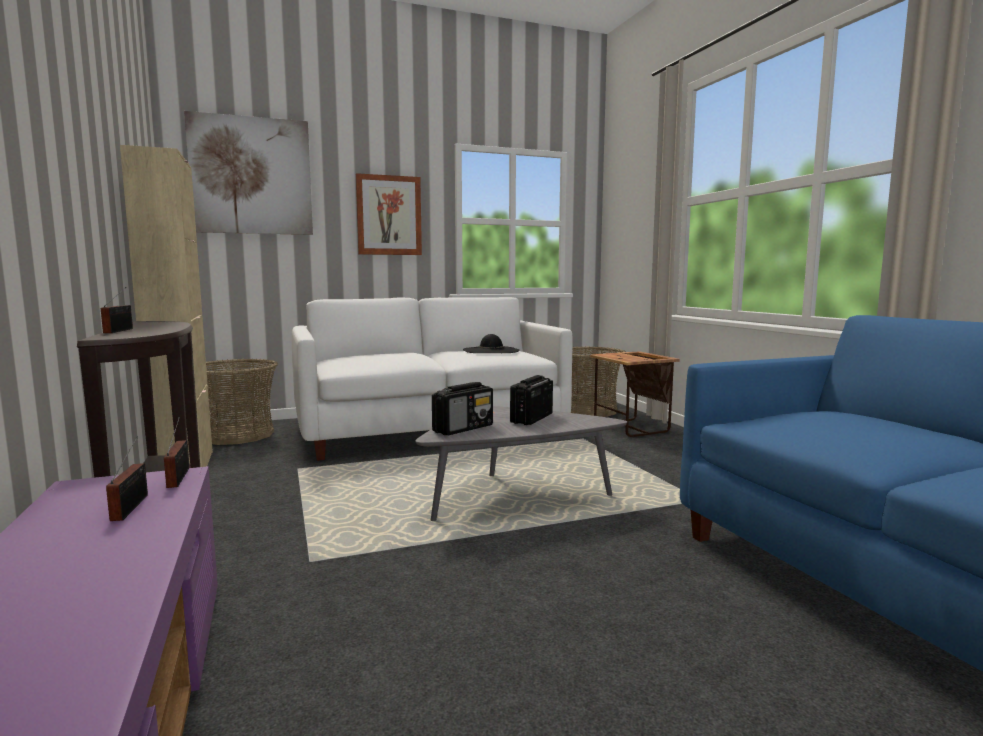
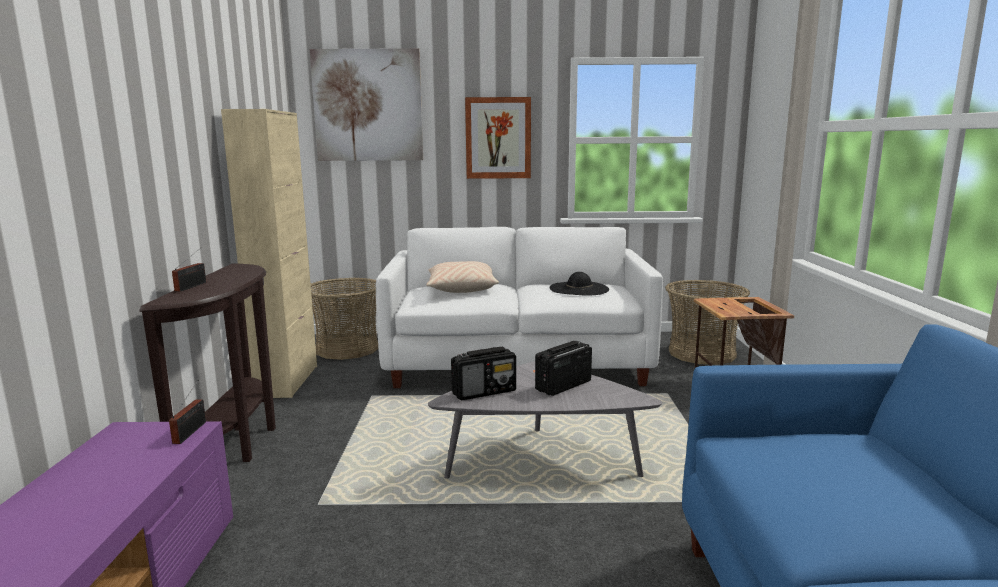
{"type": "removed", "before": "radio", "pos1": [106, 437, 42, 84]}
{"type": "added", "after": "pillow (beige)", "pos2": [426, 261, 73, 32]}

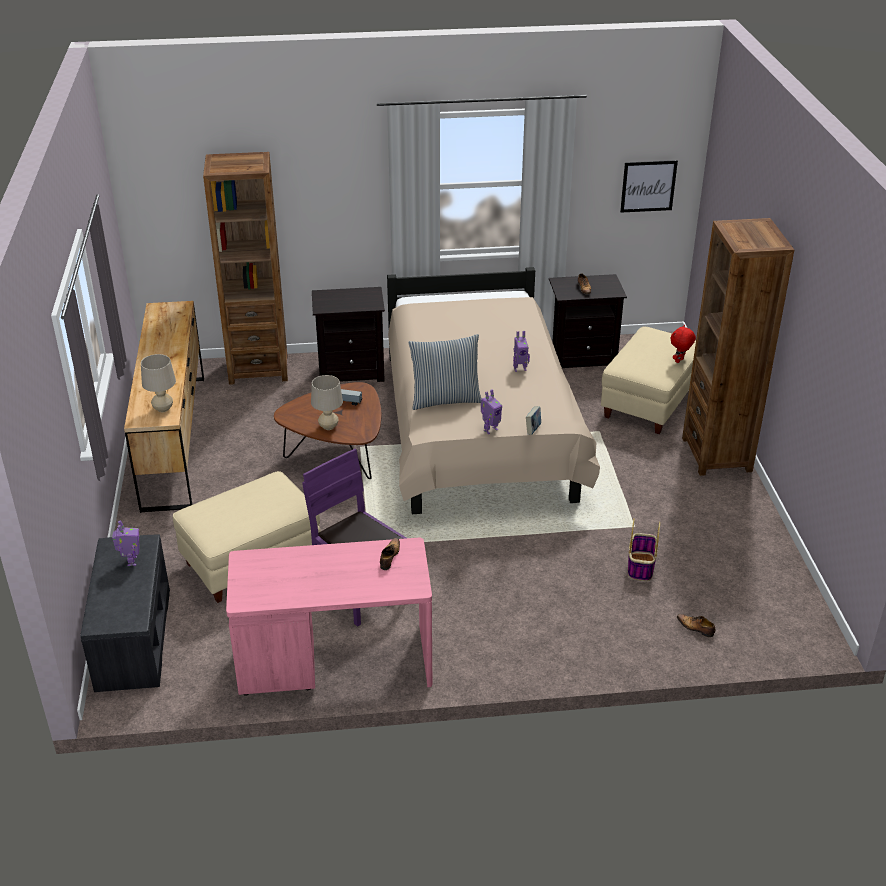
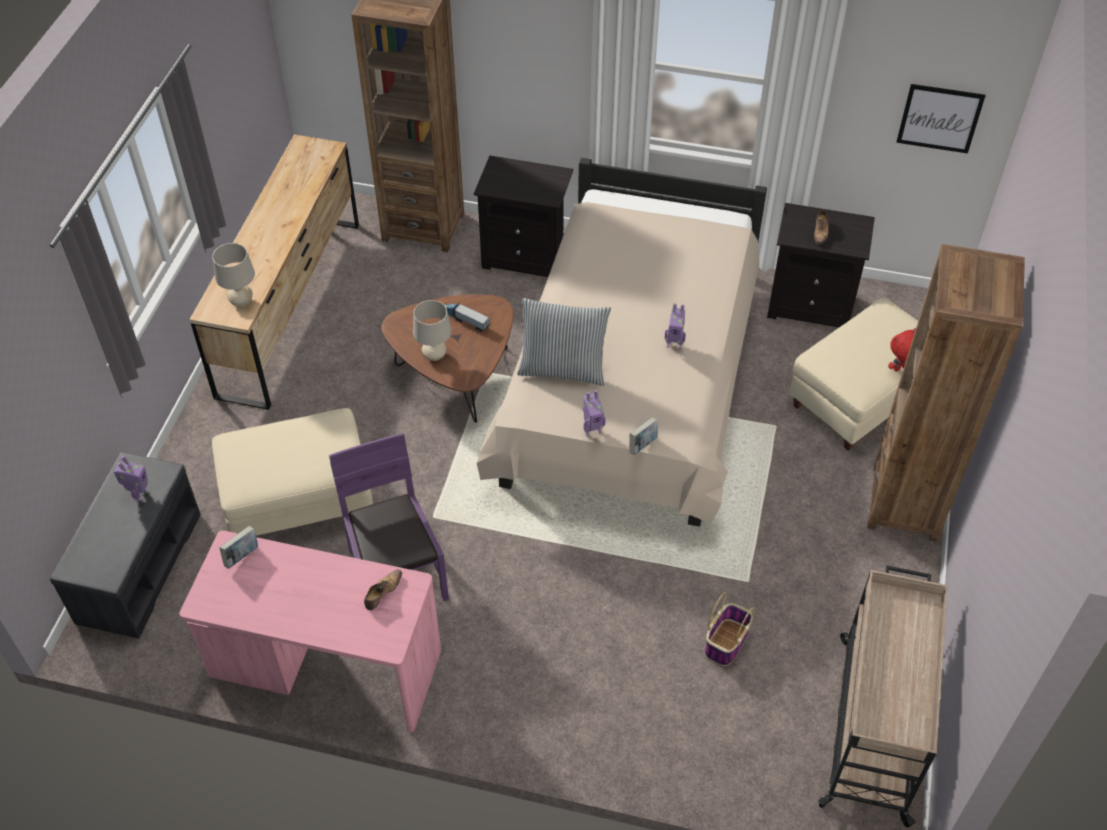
{"type": "removed", "before": "shoe", "pos1": [677, 614, 39, 23]}
{"type": "added", "after": "book", "pos2": [219, 526, 39, 43]}
{"type": "added", "after": "cart (beige)", "pos2": [818, 566, 130, 262]}

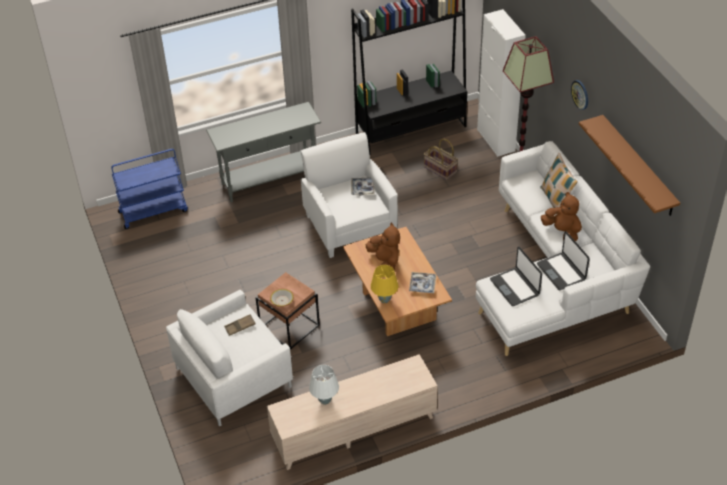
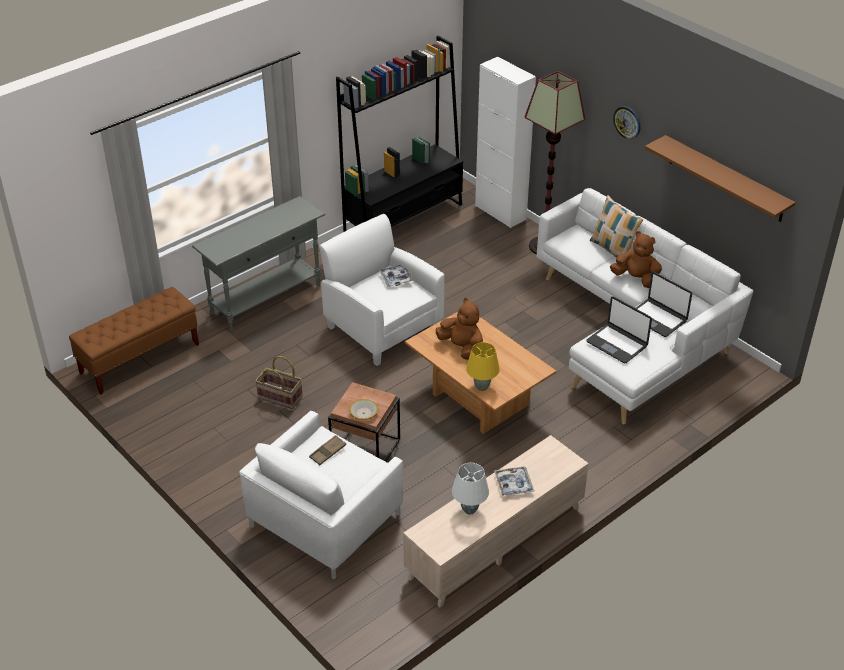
{"type": "replaced", "before": "cart (blue)", "after": "bench (brown)", "pos1": [111, 149, 77, 80], "pos2": [69, 287, 130, 108]}
{"type": "moved", "before": "tray", "pos1": [409, 272, 27, 21], "pos2": [494, 466, 41, 30]}
{"type": "moved", "before": "basket", "pos1": [424, 139, 34, 41], "pos2": [255, 356, 48, 53]}

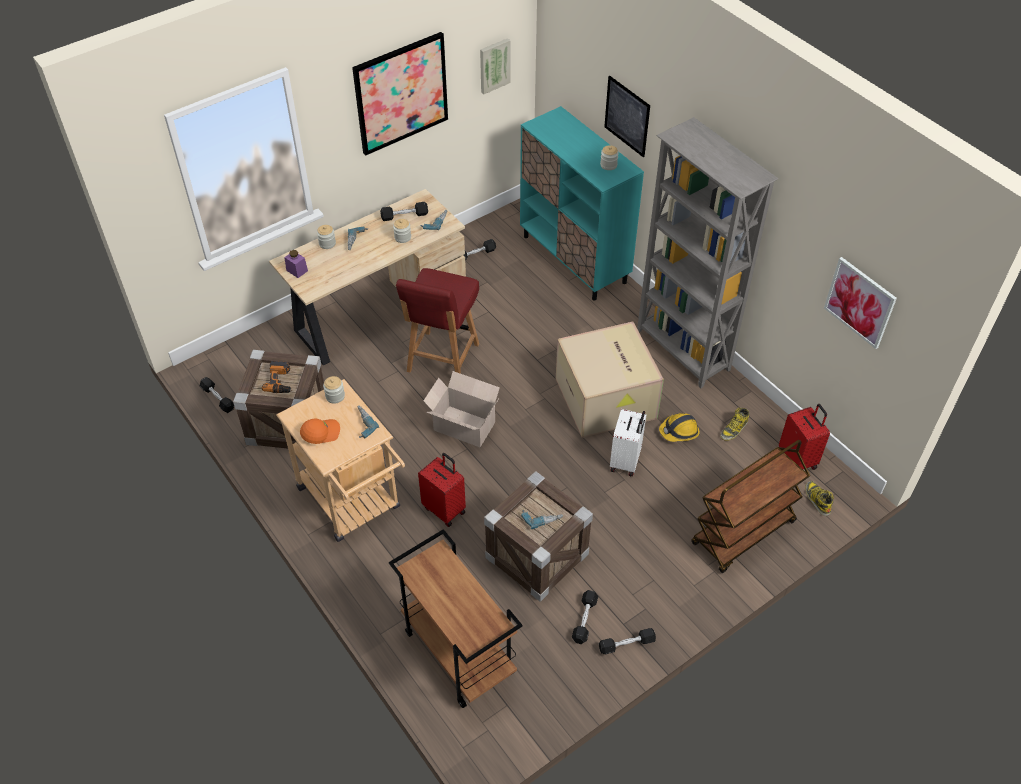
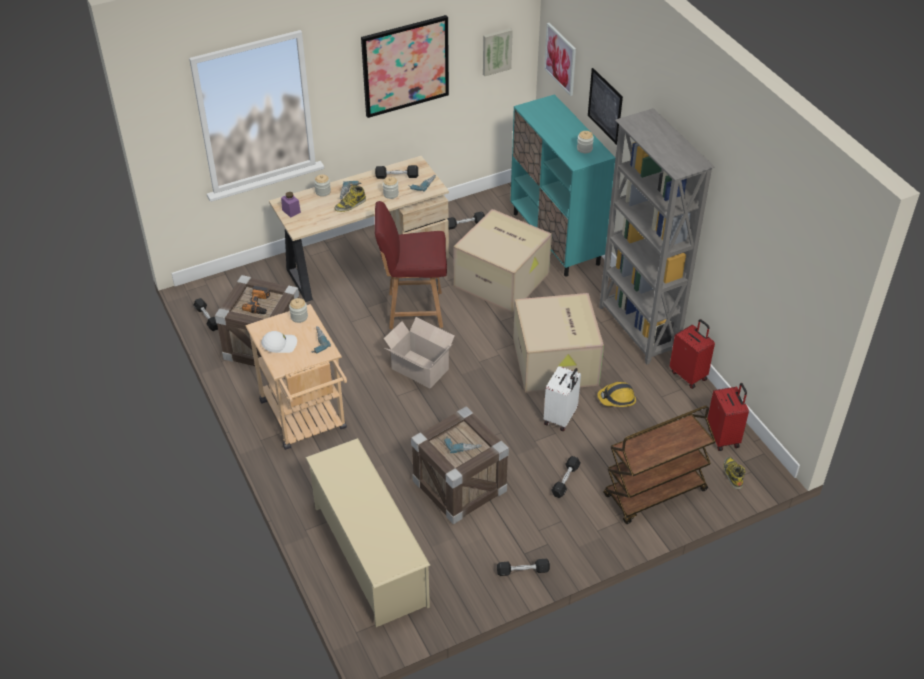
{"type": "recoloured", "before": "cap (orange)", "after": "cap (white)", "pos1": [300, 419, 40, 25], "pos2": [261, 331, 36, 22]}
{"type": "replaced", "before": "cart (brown)", "after": "shoe rack (beige)", "pos1": [389, 529, 133, 179], "pos2": [305, 438, 125, 189]}
{"type": "turned", "before": "chair (red)", "pos1": [396, 268, 83, 106], "pos2": [375, 201, 72, 128], "turn": 60}
{"type": "moved", "before": "suitcase (red)", "pos1": [418, 453, 48, 74], "pos2": [670, 319, 45, 70]}
{"type": "moved", "before": "dumbbell (black)", "pos1": [572, 590, 26, 54], "pos2": [551, 456, 30, 42]}
{"type": "moved", "before": "boot", "pos1": [720, 408, 29, 33], "pos2": [335, 185, 31, 27]}
{"type": "moved", "before": "picture", "pos1": [824, 257, 73, 92], "pos2": [544, 23, 32, 73]}
{"type": "added", "after": "cardboard box", "pos2": [454, 209, 98, 104]}

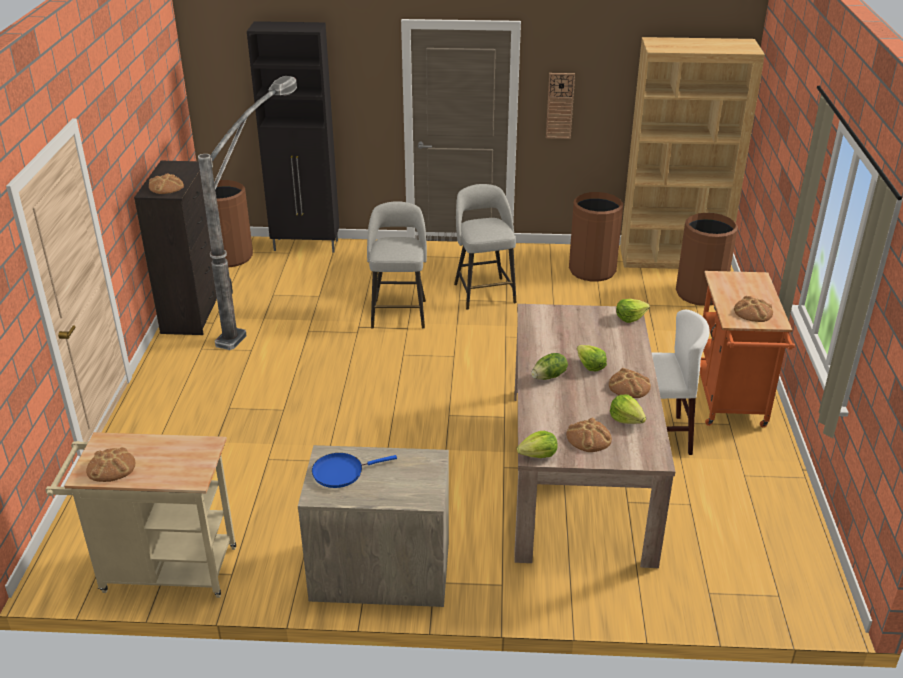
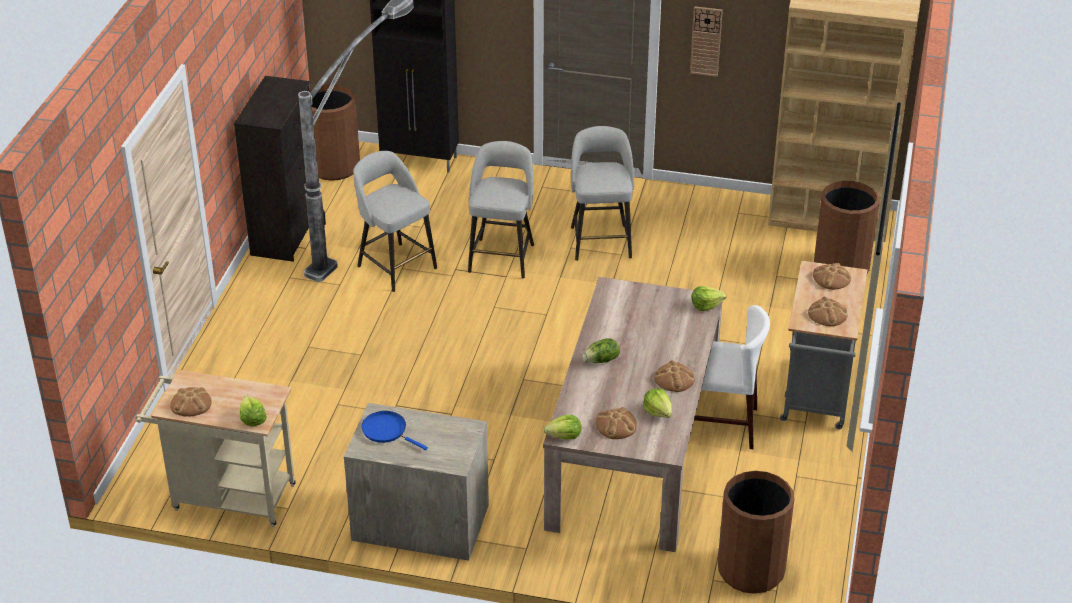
{"type": "moved", "before": "bread", "pos1": [149, 173, 35, 21], "pos2": [813, 263, 38, 27]}
{"type": "turned", "before": "frying pan (blue)", "pos1": [312, 453, 85, 35], "pos2": [361, 411, 67, 39], "turn": 45}
{"type": "moved", "before": "trash can (brown)", "pos1": [569, 192, 54, 90], "pos2": [718, 471, 76, 123]}
{"type": "moved", "before": "lettuce", "pos1": [577, 345, 30, 26], "pos2": [240, 396, 27, 30]}
{"type": "recoloured", "before": "cart (orange)", "after": "cart (grey)", "pos1": [700, 271, 95, 156], "pos2": [780, 261, 87, 169]}
{"type": "added", "after": "stool (grey)", "pos2": [353, 151, 84, 141]}

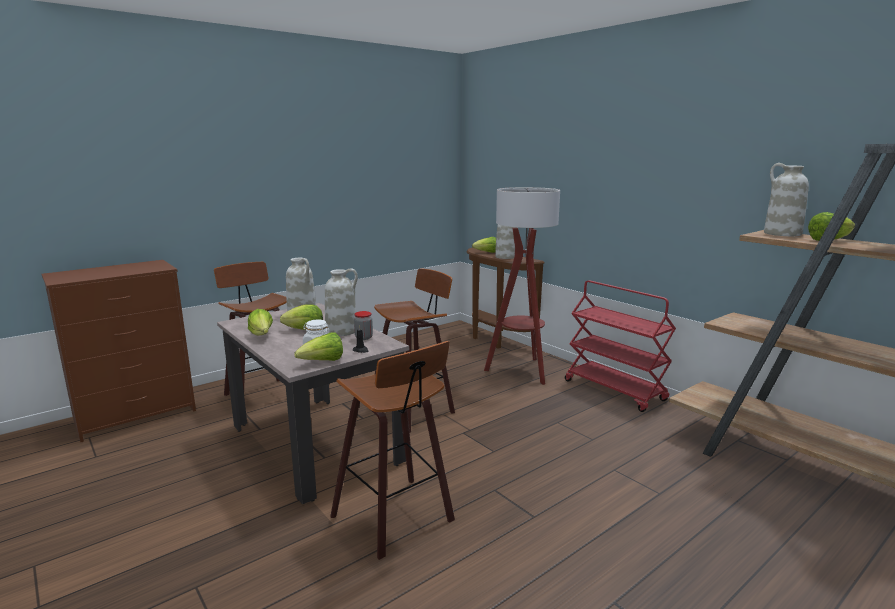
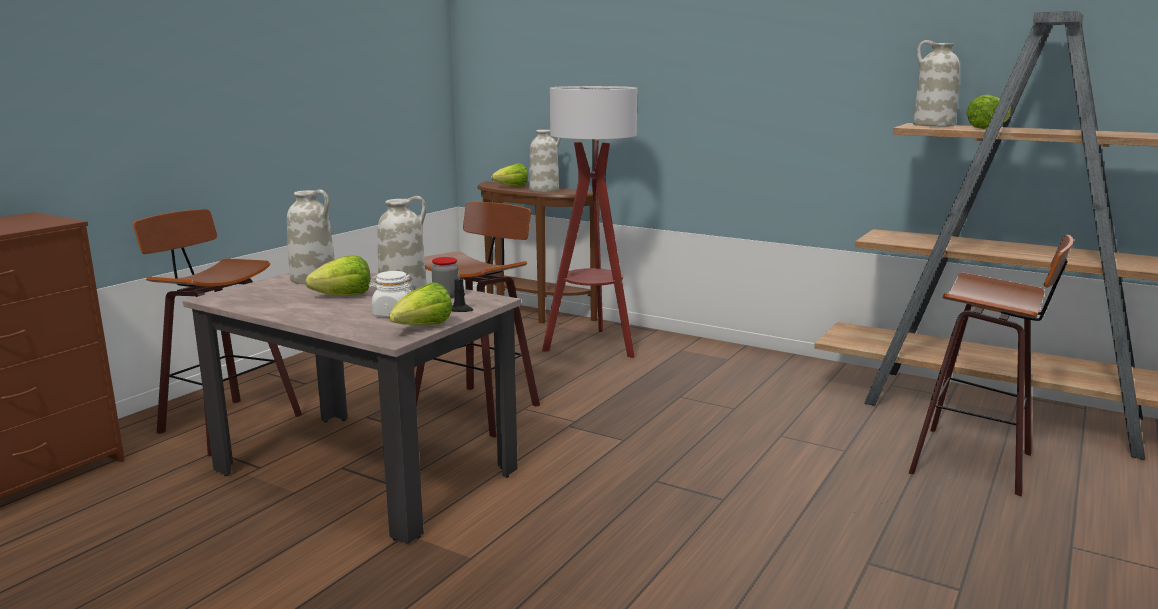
{"type": "removed", "before": "lettuce", "pos1": [248, 309, 25, 27]}
{"type": "moved", "before": "stool", "pos1": [330, 341, 125, 219], "pos2": [909, 235, 164, 261]}
{"type": "removed", "before": "cart (red)", "pos1": [565, 280, 111, 132]}

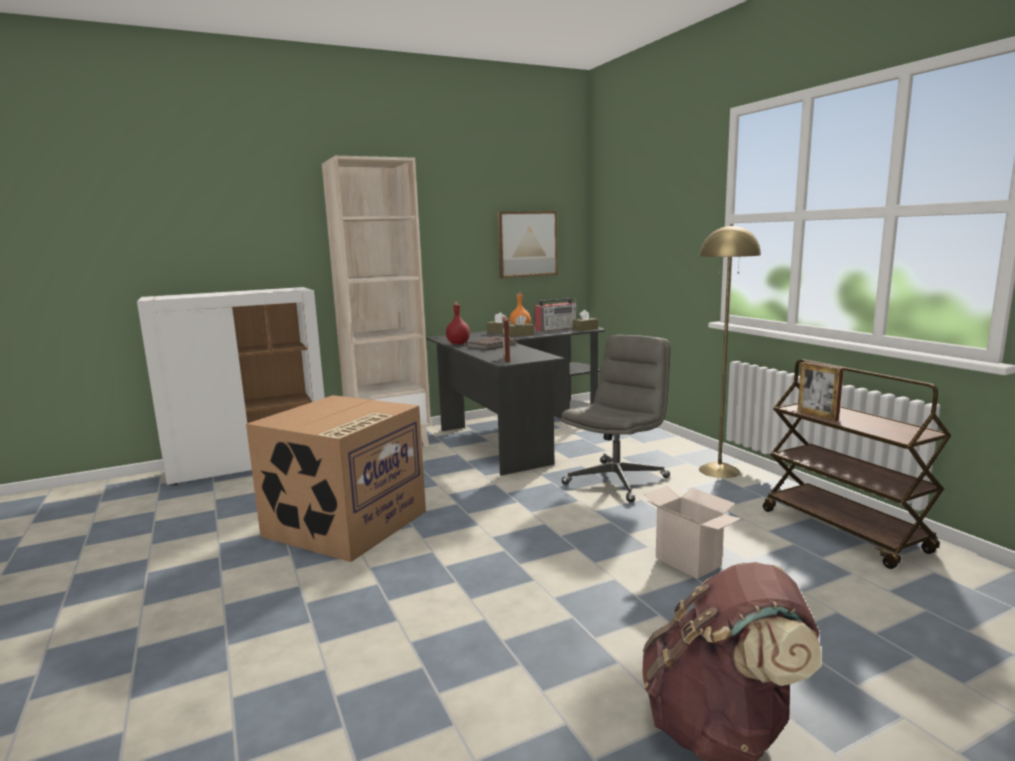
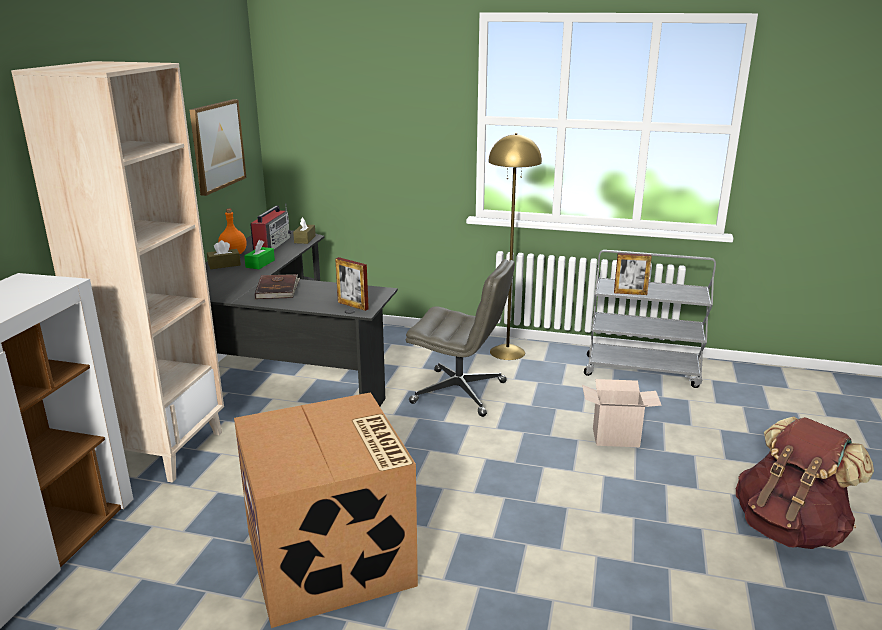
{"type": "removed", "before": "bottle (red)", "pos1": [446, 301, 24, 43]}
{"type": "recoloured", "before": "tissue box (brown)", "after": "tissue box (green)", "pos1": [509, 314, 25, 23], "pos2": [244, 240, 31, 29]}
{"type": "turned", "before": "office chair (grey)", "pos1": [560, 335, 110, 168], "pos2": [406, 259, 109, 158], "turn": 120}
{"type": "recoloured", "before": "cart (brown)", "after": "cart (grey)", "pos1": [763, 359, 189, 210], "pos2": [584, 250, 132, 138]}

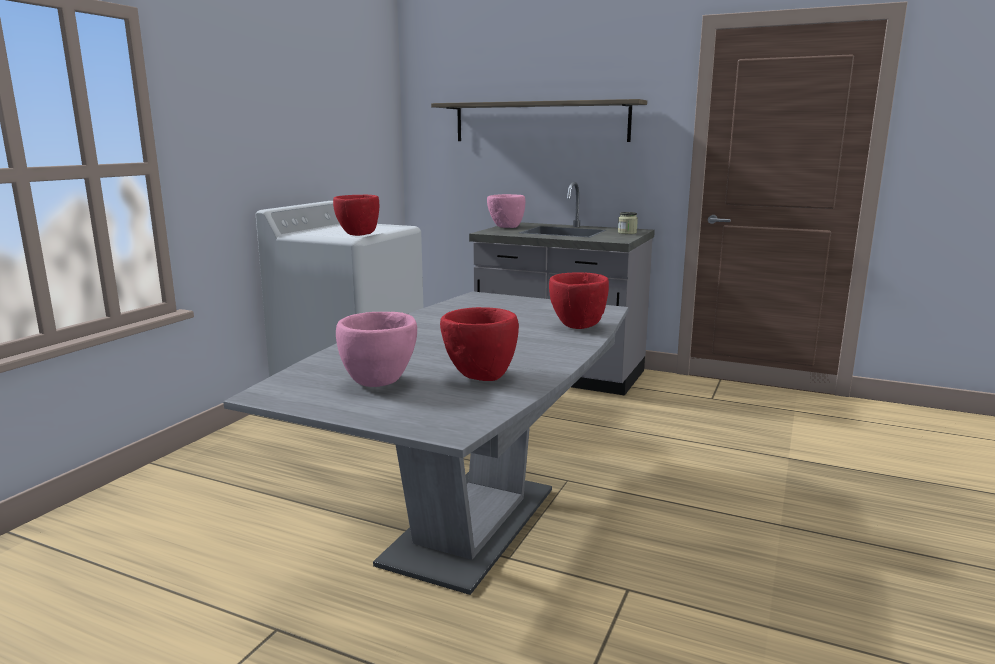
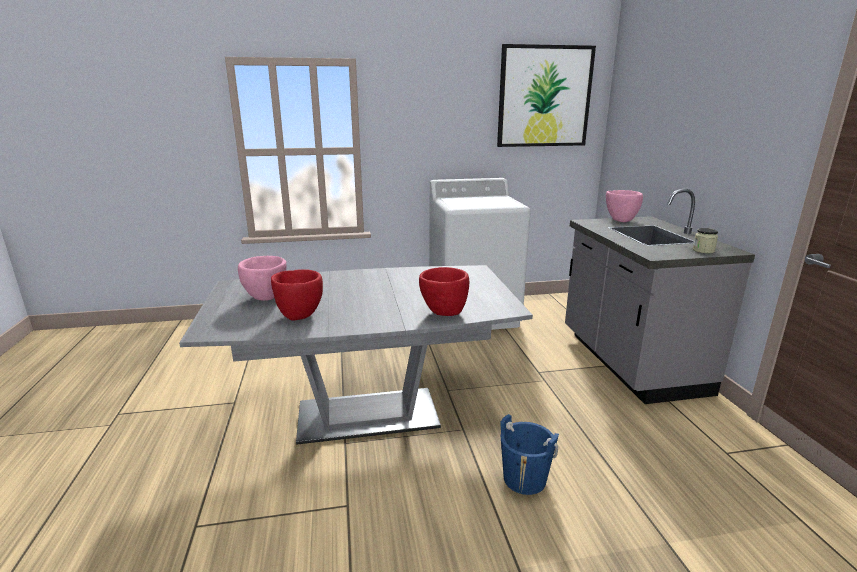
{"type": "removed", "before": "bowl (red)", "pos1": [333, 195, 46, 41]}
{"type": "removed", "before": "shelf", "pos1": [431, 99, 216, 43]}
{"type": "added", "after": "picture", "pos2": [497, 44, 99, 103]}
{"type": "added", "after": "bucket (blue)", "pos2": [500, 414, 59, 81]}

